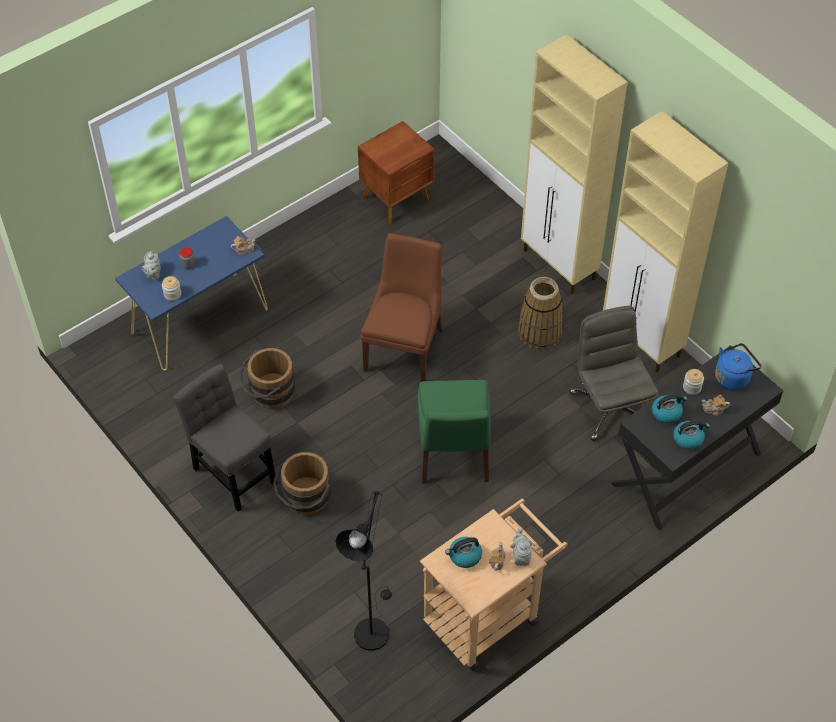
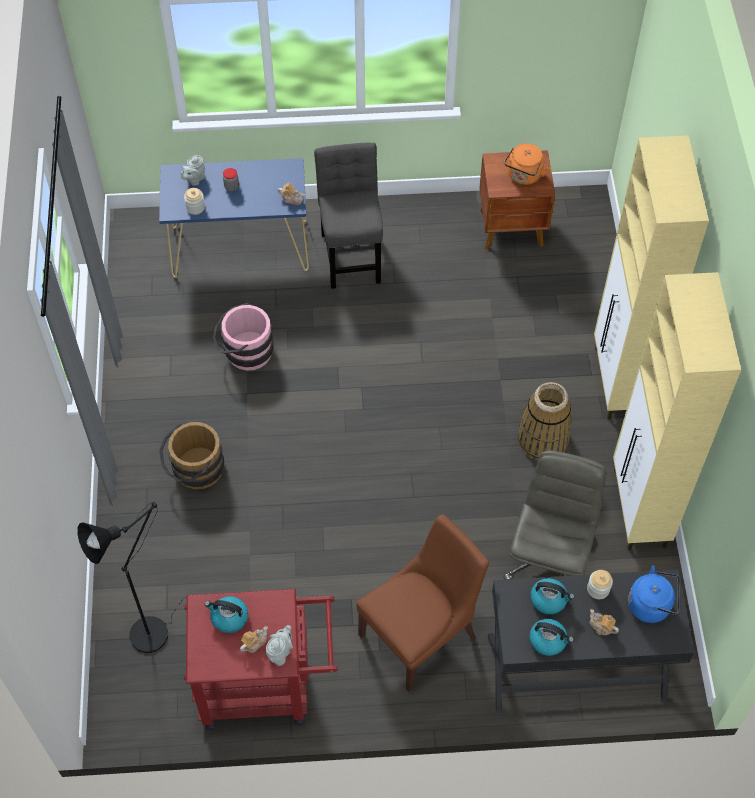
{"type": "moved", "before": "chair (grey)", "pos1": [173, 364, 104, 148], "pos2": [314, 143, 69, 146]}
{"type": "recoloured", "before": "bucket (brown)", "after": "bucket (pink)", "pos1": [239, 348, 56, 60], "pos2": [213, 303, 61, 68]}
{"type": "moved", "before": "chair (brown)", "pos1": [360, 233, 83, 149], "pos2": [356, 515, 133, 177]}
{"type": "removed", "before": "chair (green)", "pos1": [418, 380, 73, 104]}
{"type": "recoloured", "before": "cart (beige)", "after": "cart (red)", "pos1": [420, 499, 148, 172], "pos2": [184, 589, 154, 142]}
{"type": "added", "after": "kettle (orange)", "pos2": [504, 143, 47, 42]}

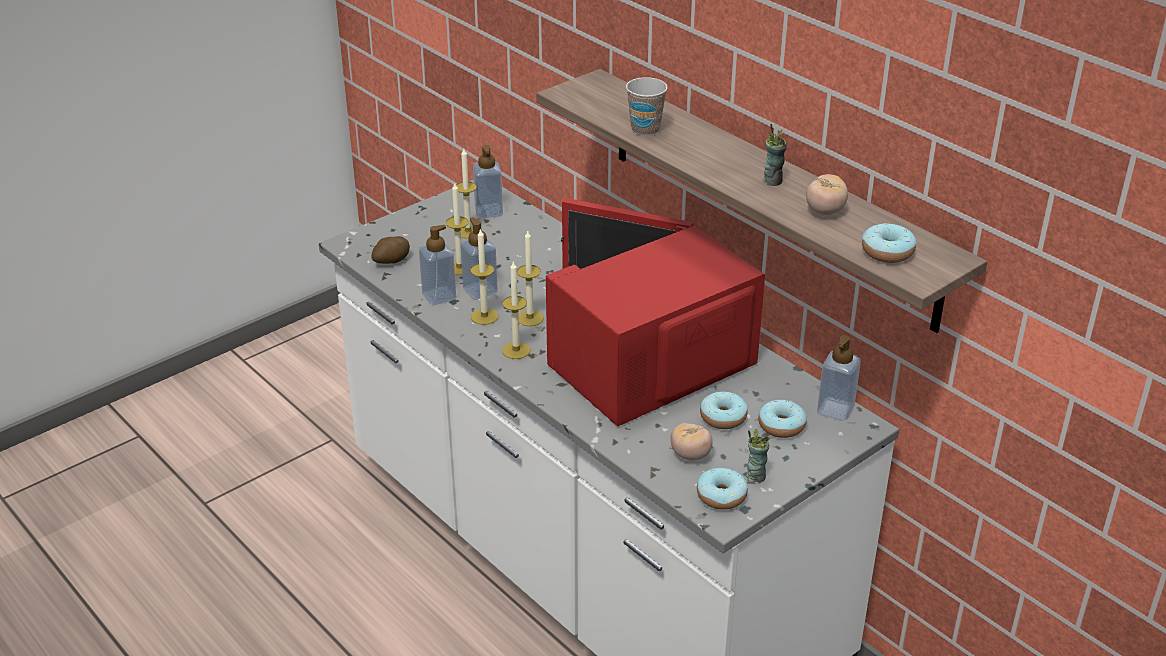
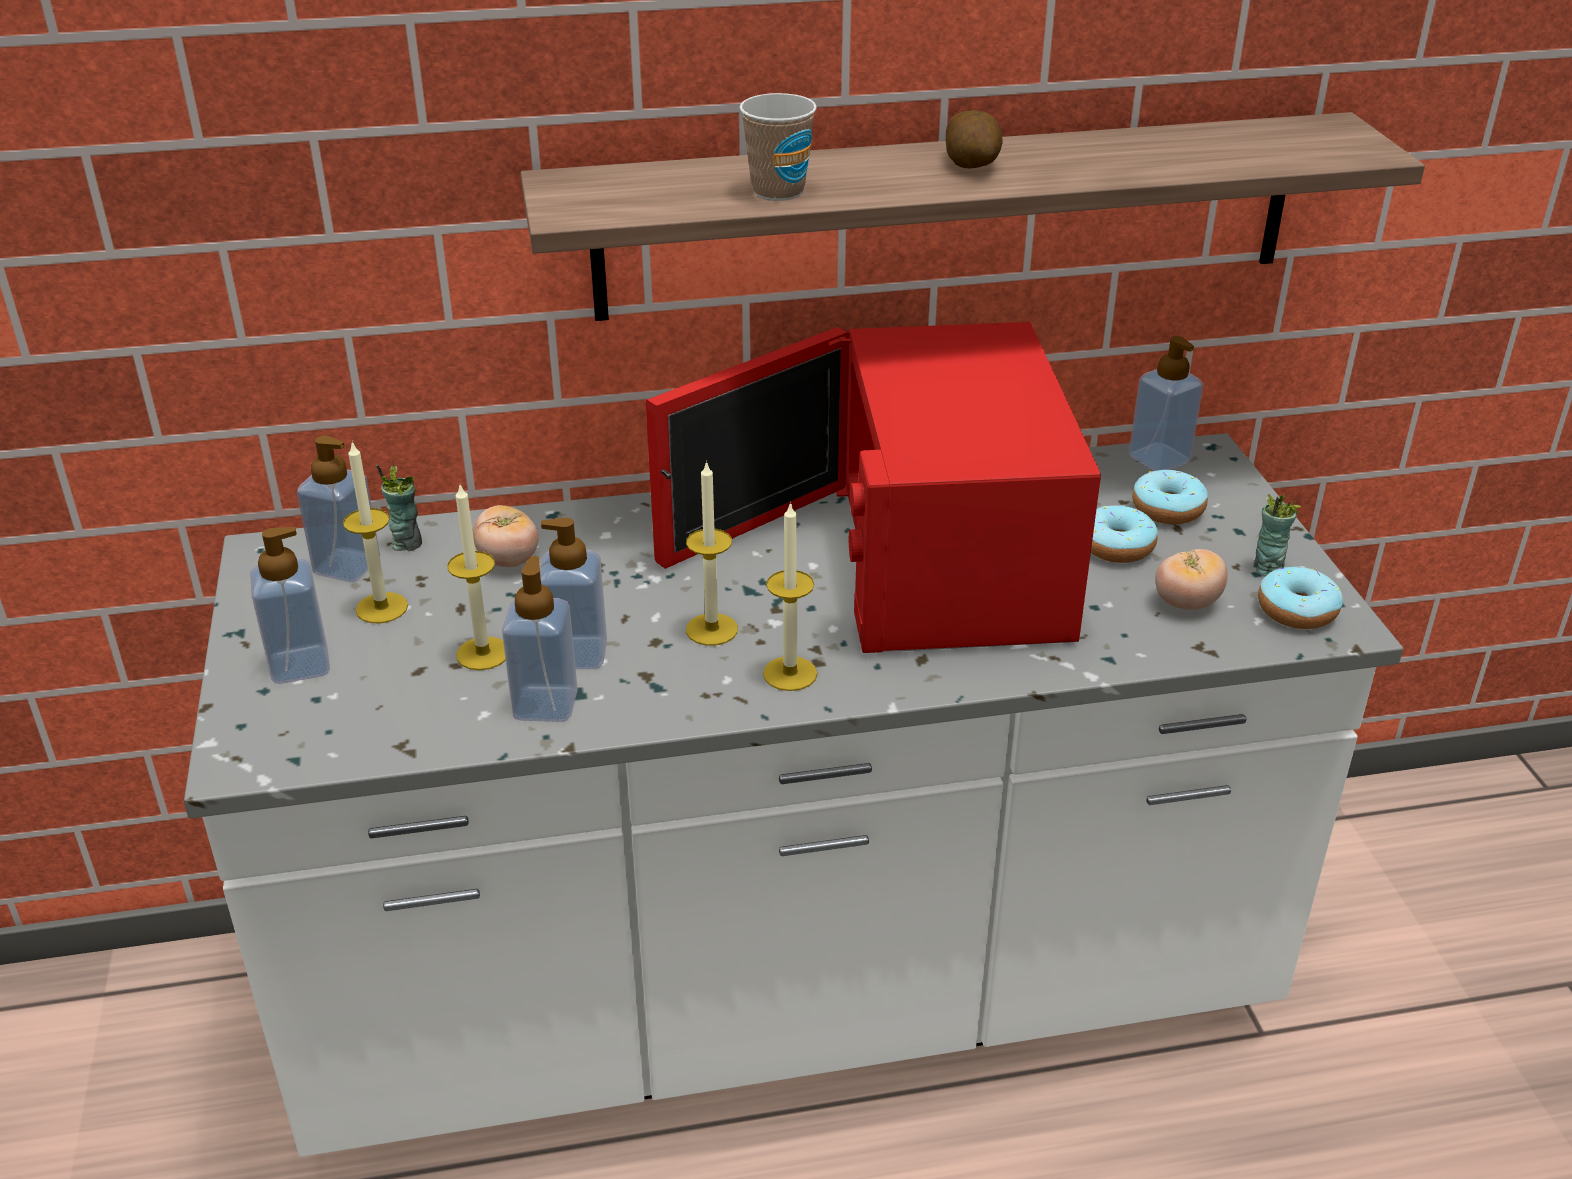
{"type": "moved", "before": "potato", "pos1": [371, 236, 39, 28], "pos2": [946, 110, 57, 58]}
{"type": "removed", "before": "candle", "pos1": [470, 229, 28, 96]}
{"type": "moved", "before": "cup", "pos1": [763, 124, 24, 62], "pos2": [376, 464, 46, 87]}
{"type": "moved", "before": "tomato", "pos1": [806, 174, 42, 41], "pos2": [473, 505, 65, 62]}
{"type": "removed", "before": "donut", "pos1": [862, 223, 54, 40]}
{"type": "added", "after": "soap dispenser", "pos2": [250, 527, 80, 157]}

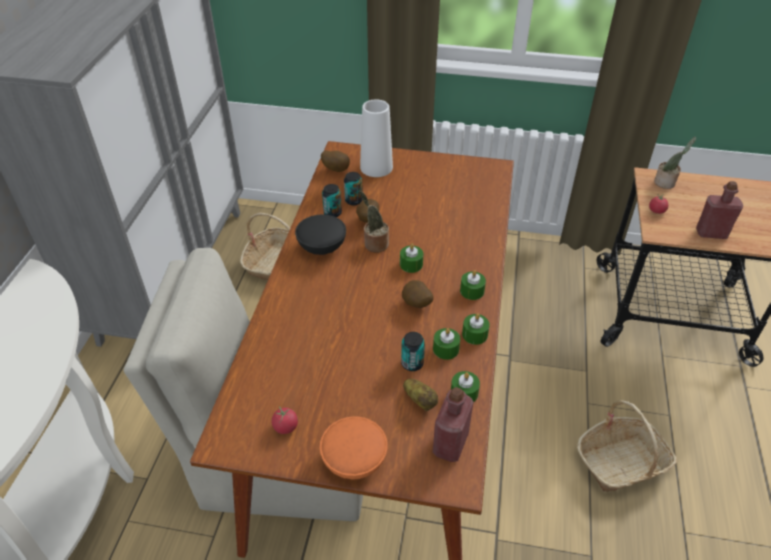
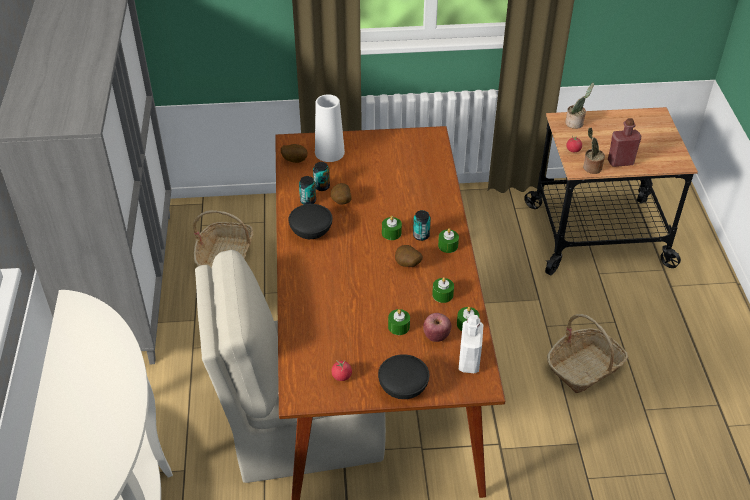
{"type": "recoloured", "before": "bowl (orange)", "after": "bowl (black)", "pos1": [320, 416, 68, 64], "pos2": [378, 354, 52, 45]}
{"type": "moved", "before": "potted plant", "pos1": [359, 191, 30, 62], "pos2": [583, 128, 22, 46]}
{"type": "moved", "before": "can", "pos1": [401, 332, 24, 39], "pos2": [413, 210, 18, 31]}
{"type": "replaced", "before": "potato", "after": "apple", "pos1": [403, 378, 35, 33], "pos2": [423, 313, 28, 29]}
{"type": "recoloured", "before": "bottle (red)", "after": "bottle (white)", "pos1": [433, 387, 41, 75], "pos2": [459, 315, 25, 58]}
{"type": "moved", "before": "candle (green)", "pos1": [462, 313, 28, 32], "pos2": [388, 309, 22, 26]}

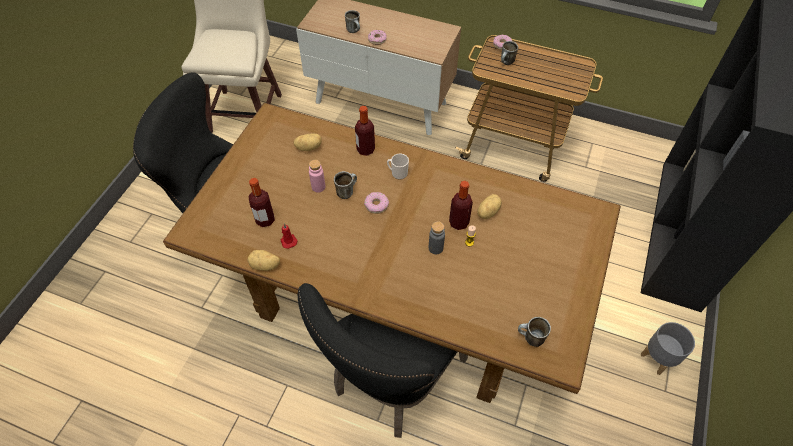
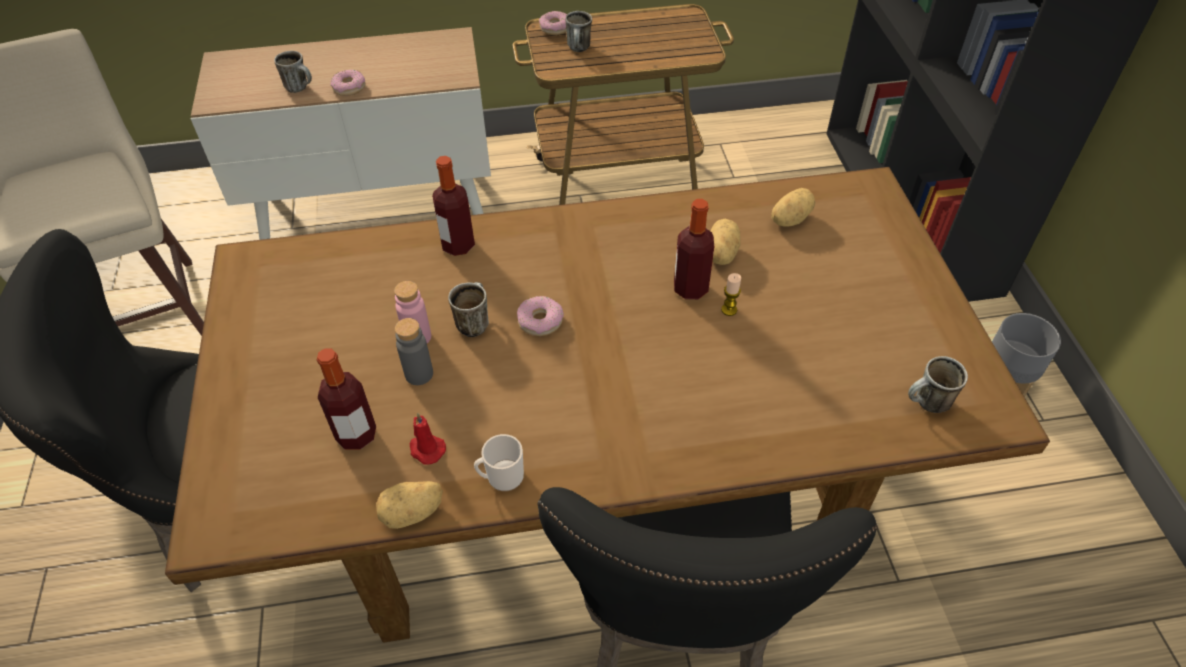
{"type": "moved", "before": "potato", "pos1": [293, 134, 29, 17], "pos2": [771, 188, 44, 38]}
{"type": "moved", "before": "mug", "pos1": [387, 154, 22, 25], "pos2": [474, 434, 50, 57]}
{"type": "moved", "before": "bottle (grey)", "pos1": [429, 221, 16, 33], "pos2": [395, 318, 38, 67]}

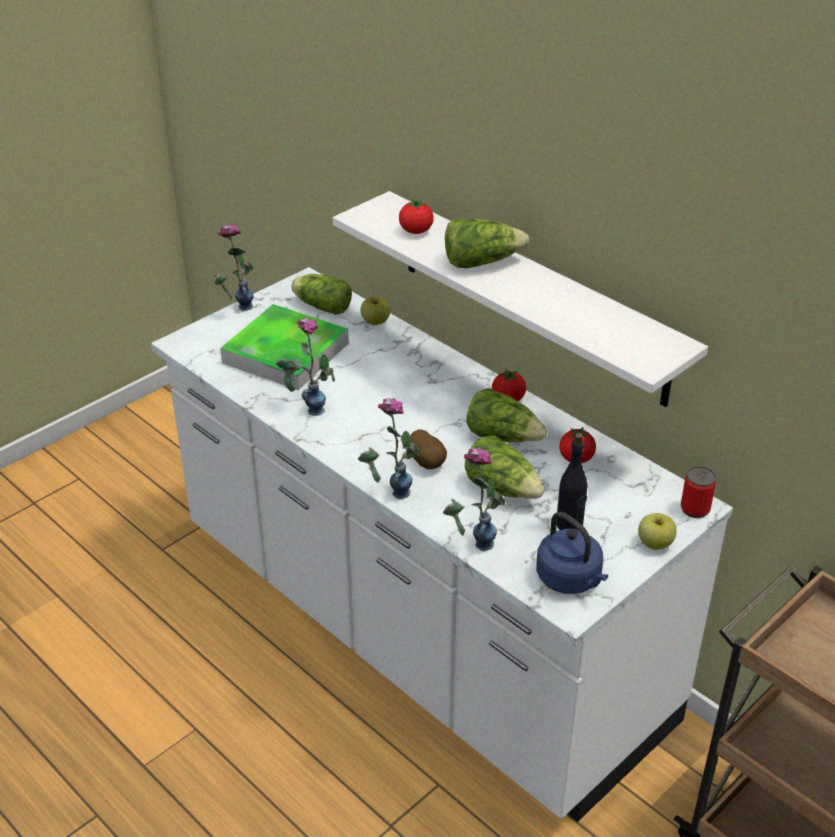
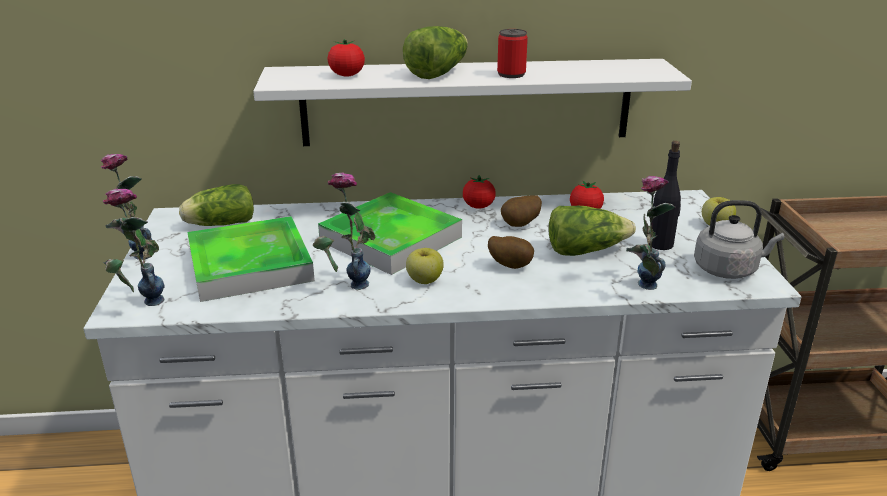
{"type": "moved", "before": "vase", "pos1": [358, 398, 63, 101], "pos2": [103, 188, 62, 118]}
{"type": "moved", "before": "apple", "pos1": [360, 296, 31, 29], "pos2": [406, 248, 38, 36]}
{"type": "replaced", "before": "lettuce", "after": "potato", "pos1": [466, 388, 81, 55], "pos2": [501, 195, 41, 32]}
{"type": "recoloured", "before": "kettle (blue)", "after": "kettle (grey)", "pos1": [536, 512, 72, 82], "pos2": [694, 200, 90, 79]}
{"type": "moved", "before": "can", "pos1": [681, 466, 35, 52], "pos2": [497, 29, 31, 49]}
{"type": "added", "after": "tray", "pos2": [318, 192, 144, 83]}

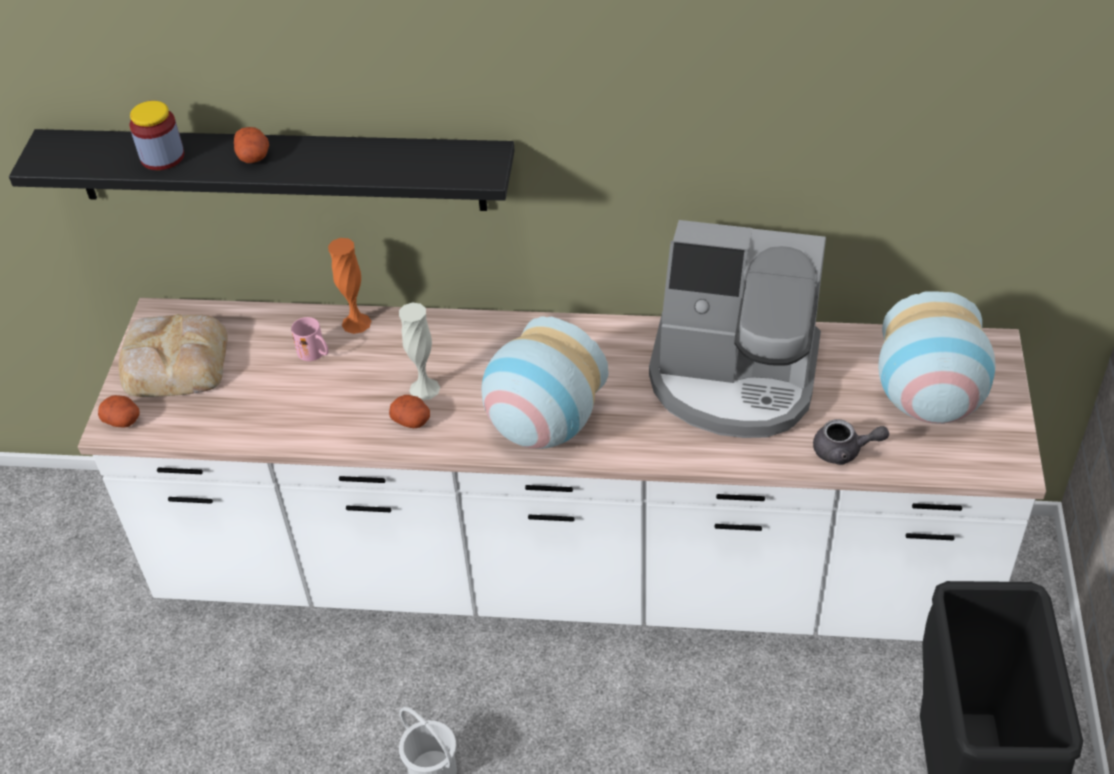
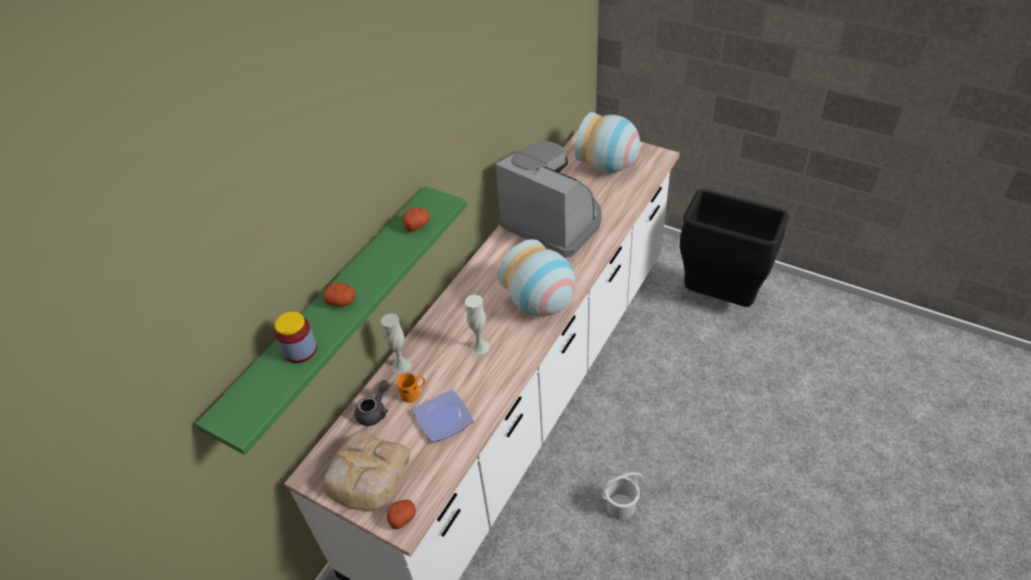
{"type": "recoloured", "before": "shelf (black)", "after": "shelf (green)", "pos1": [9, 129, 506, 82], "pos2": [195, 186, 272, 269]}
{"type": "recoloured", "before": "mug (pink)", "after": "mug (orange)", "pos1": [291, 317, 37, 44], "pos2": [397, 373, 28, 30]}
{"type": "recoloured", "before": "vase (orange)", "after": "vase (white)", "pos1": [328, 238, 43, 96], "pos2": [381, 313, 31, 60]}
{"type": "moved", "before": "potato", "pos1": [389, 395, 41, 33], "pos2": [402, 208, 28, 24]}
{"type": "turned", "before": "coffee machine", "pos1": [649, 220, 177, 218], "pos2": [496, 141, 106, 117], "turn": -90}
{"type": "moved", "before": "teapot (grey)", "pos1": [813, 419, 76, 46], "pos2": [355, 380, 34, 46]}
{"type": "added", "after": "plate", "pos2": [413, 390, 60, 52]}

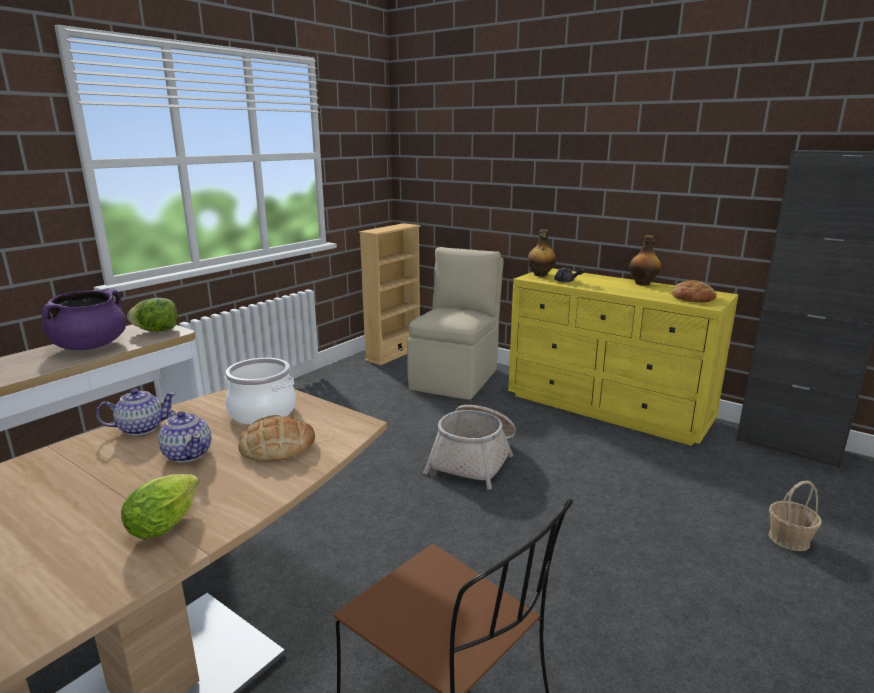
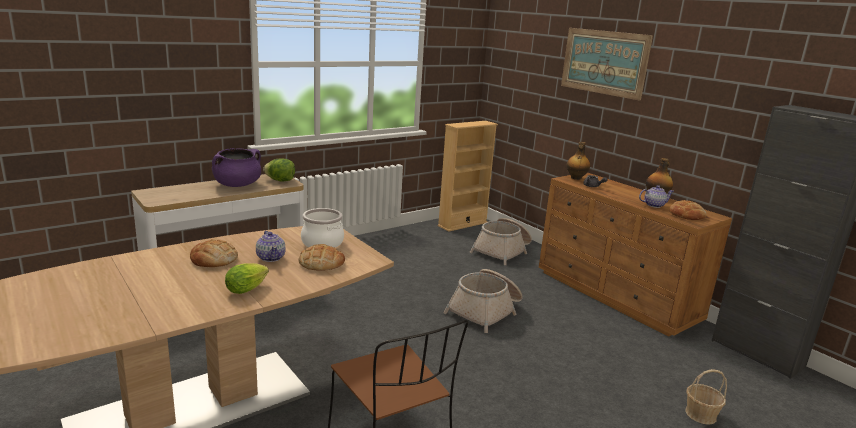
{"type": "moved", "before": "teapot", "pos1": [96, 388, 81, 48], "pos2": [639, 185, 35, 23]}
{"type": "replaced", "before": "chair (beige)", "after": "basket", "pos1": [407, 247, 97, 153], "pos2": [470, 218, 62, 47]}
{"type": "recoloured", "before": "dresser (yellow)", "after": "dresser (brown)", "pos1": [508, 268, 231, 178], "pos2": [539, 172, 193, 165]}
{"type": "added", "after": "bread", "pos2": [190, 239, 48, 28]}
{"type": "added", "after": "picture", "pos2": [561, 28, 92, 73]}

